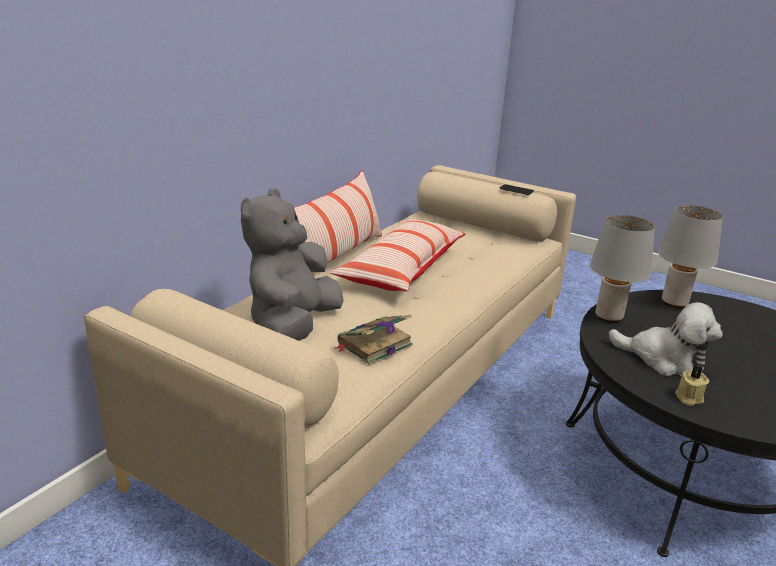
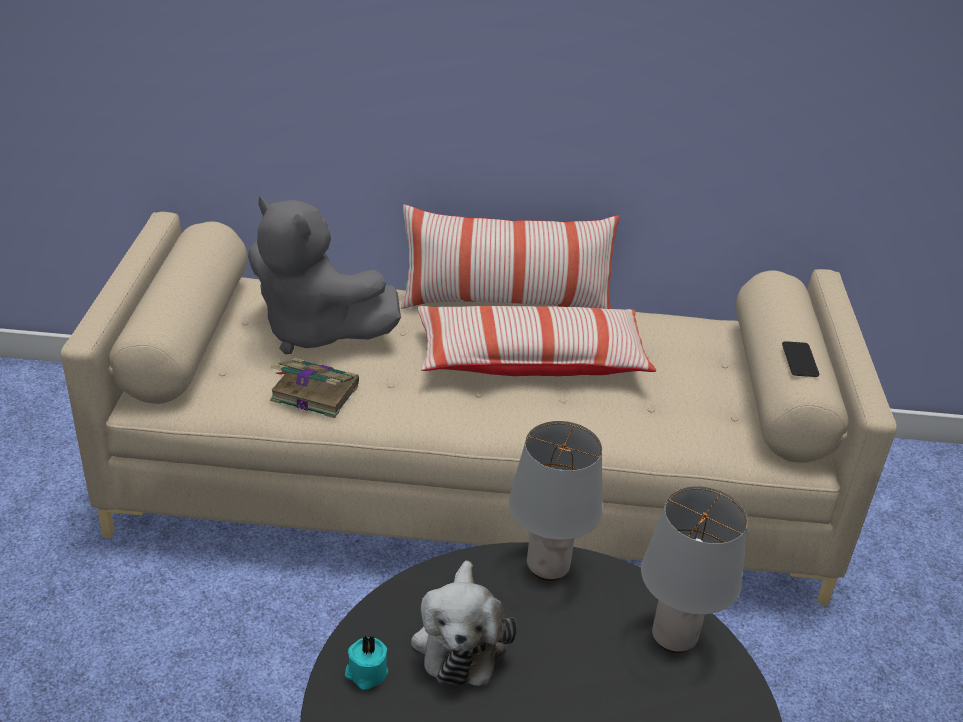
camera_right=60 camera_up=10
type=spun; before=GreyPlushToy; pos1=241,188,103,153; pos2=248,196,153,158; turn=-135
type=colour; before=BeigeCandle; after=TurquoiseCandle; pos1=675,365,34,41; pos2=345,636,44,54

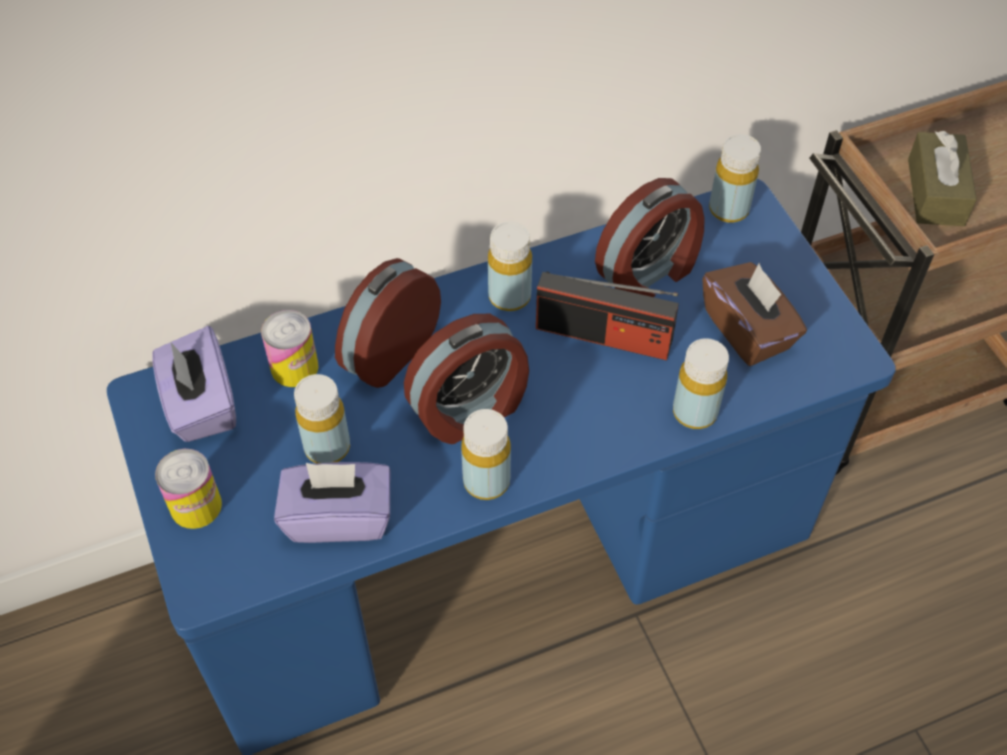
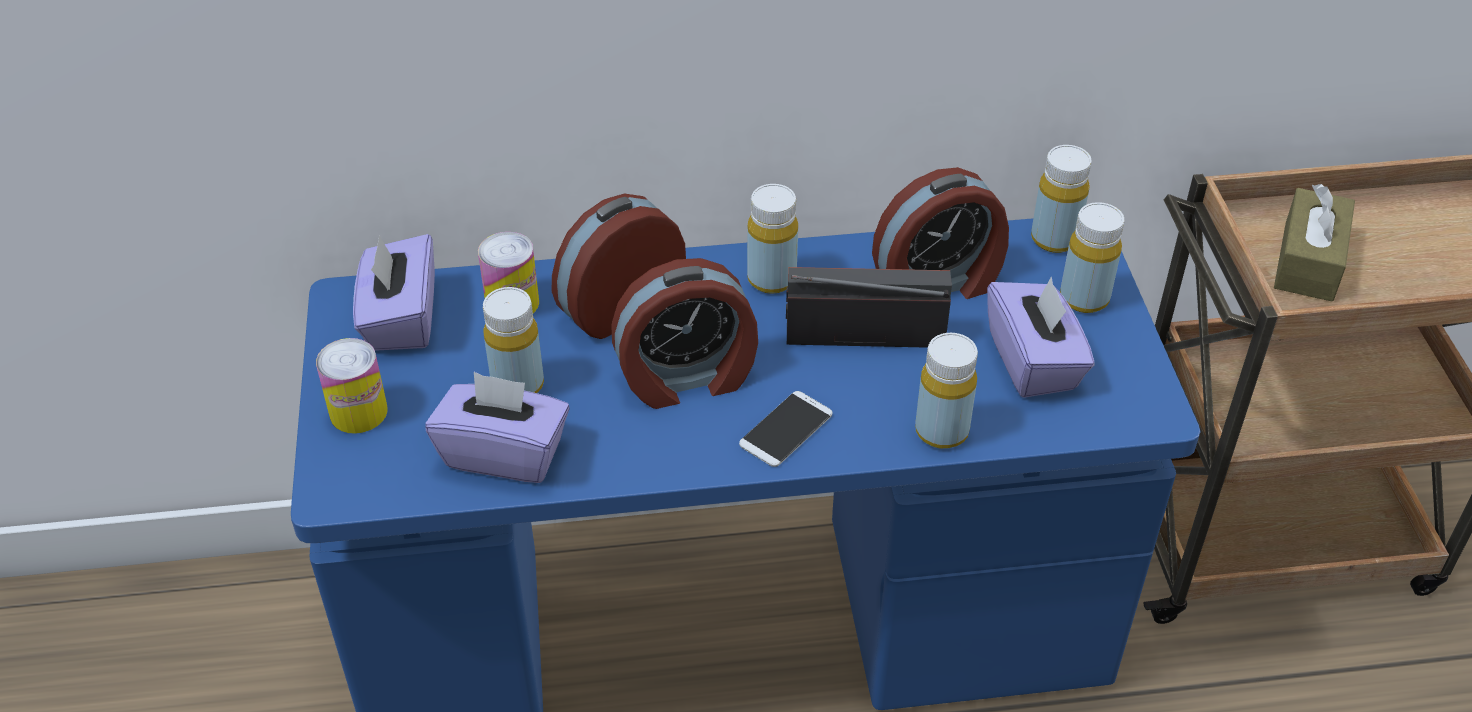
camera_right=15 camera_up=-10
type=appeared; after=Phone; pos2=739,391,93,76
type=spun; before=Radio; pos1=536,272,143,88; pos2=786,267,166,81; turn=150
type=colour; before=BrownTissueBox; after=PurpleTissueBox; pos1=702,262,105,104; pos2=987,276,108,122
type=relocated; before=YellowBottle; pos1=461,409,50,91; pos2=1060,202,65,111

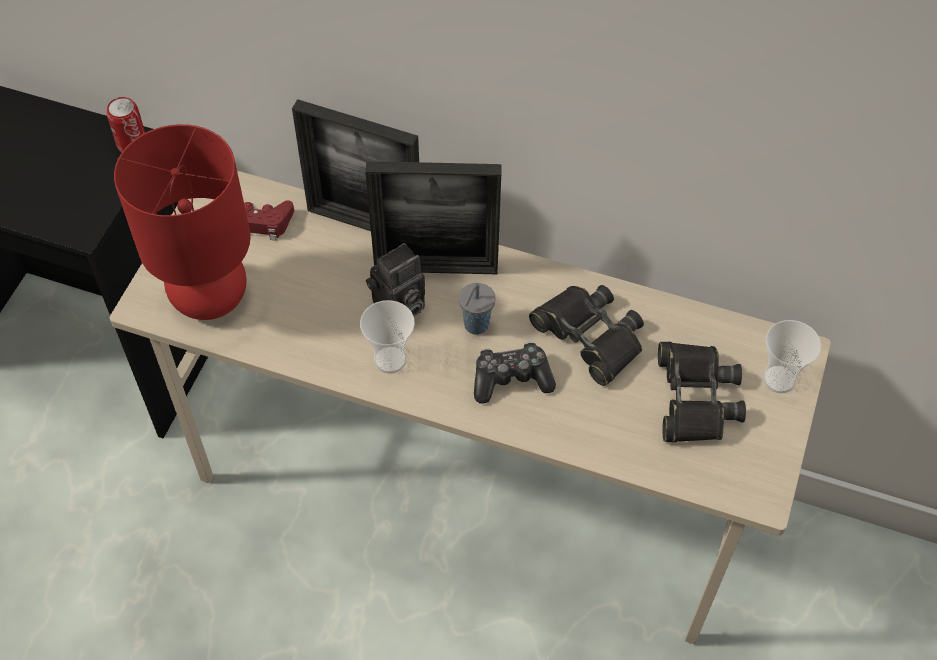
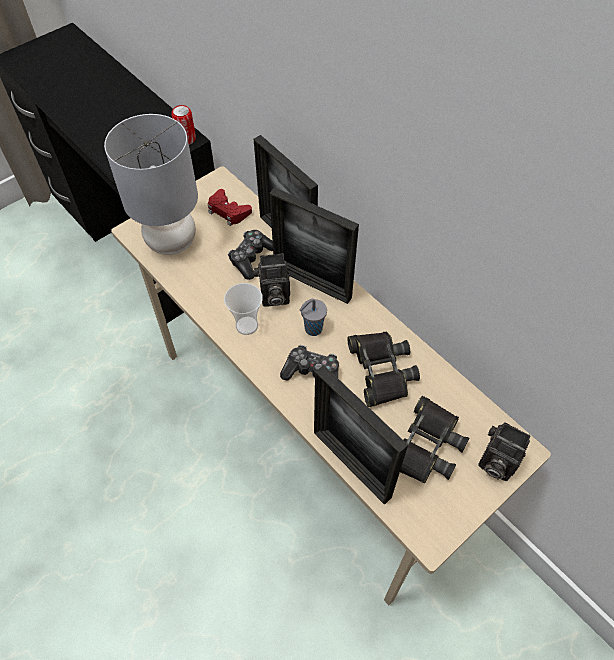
camera_right=30 camera_up=0
type=colour; before=RedTableLamp; after=GreyTableLamp; pos1=114,124,137,196; pos2=104,114,94,141
type=appeared; after=GameController; pos2=228,230,45,50
type=appeared; after=PictureFrame; pos2=314,365,94,140
type=exchanged; before=Cup; after=PhotoCamera; pos1=763,320,58,73; pos2=478,422,52,59

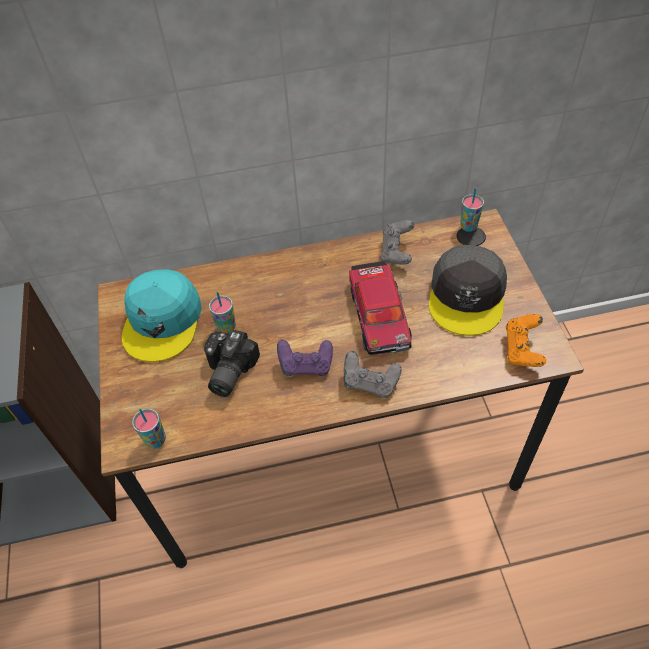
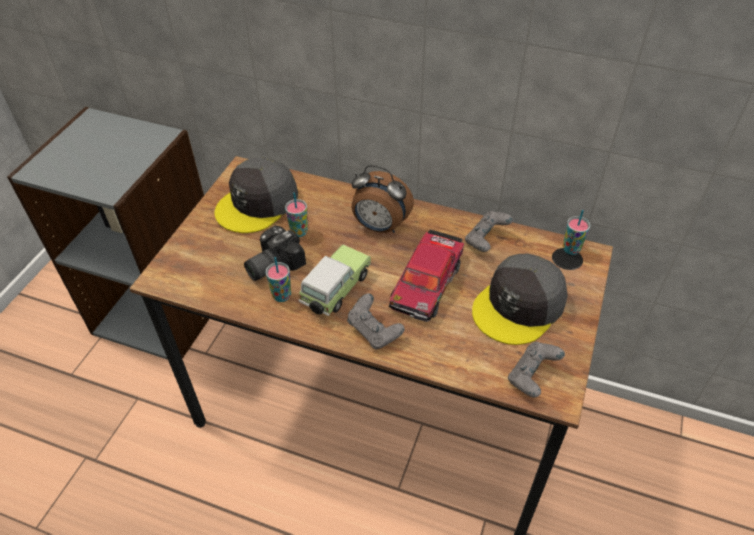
camera_right=30 camera_up=-5
type=colour; before=TurquoiseCap; after=GreyCap; pos1=122,269,80,93; pos2=215,158,83,75
type=relocated; before=Cup; pos1=132,408,34,41; pos2=266,257,25,45
type=exchanged; before=PurpleGameController; after=ToyCar; pos1=277,340,56,36; pos2=298,245,73,71
type=appeared; after=AlarmClock; pos2=351,165,63,68
type=colour; before=OrangeGameController; after=GreyGameController; pos1=506,314,40,53; pos2=508,342,57,56

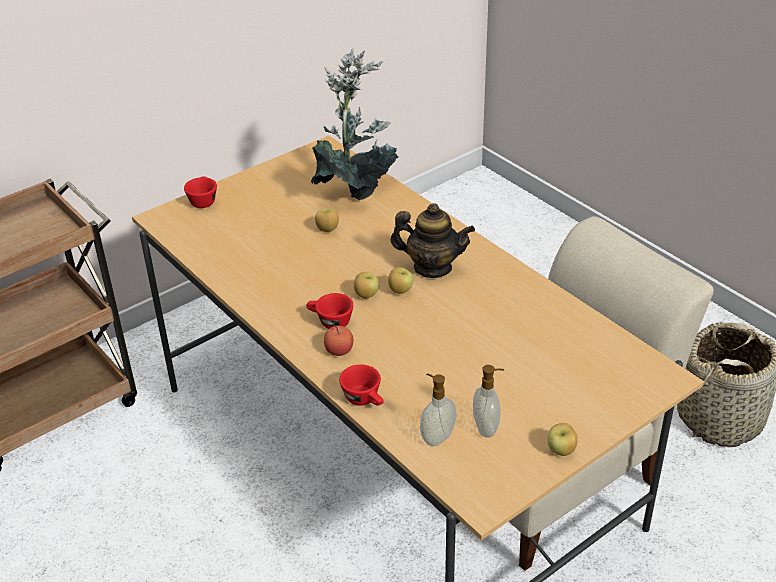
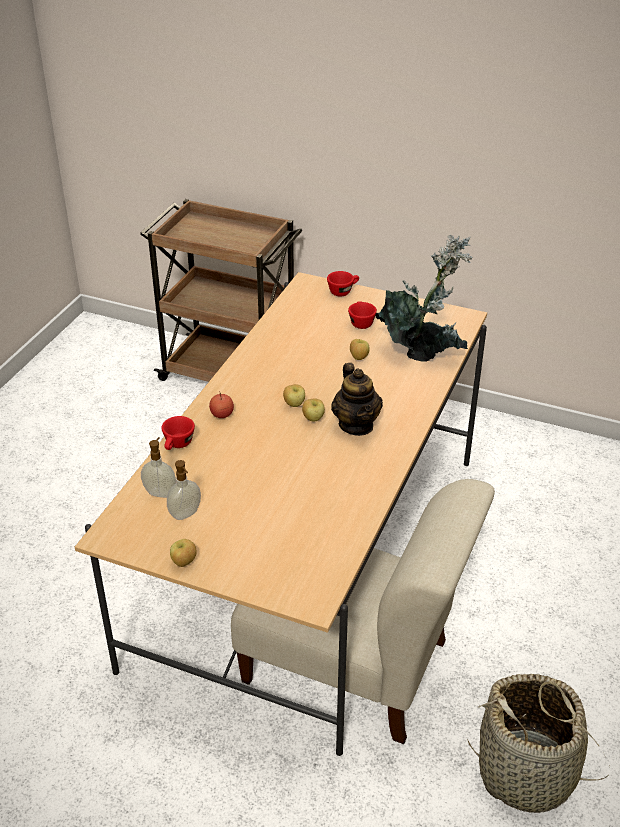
camera_right=60 camera_up=0
type=relocated; before=RedCup; pos1=306,293,47,36; pos2=348,301,29,28

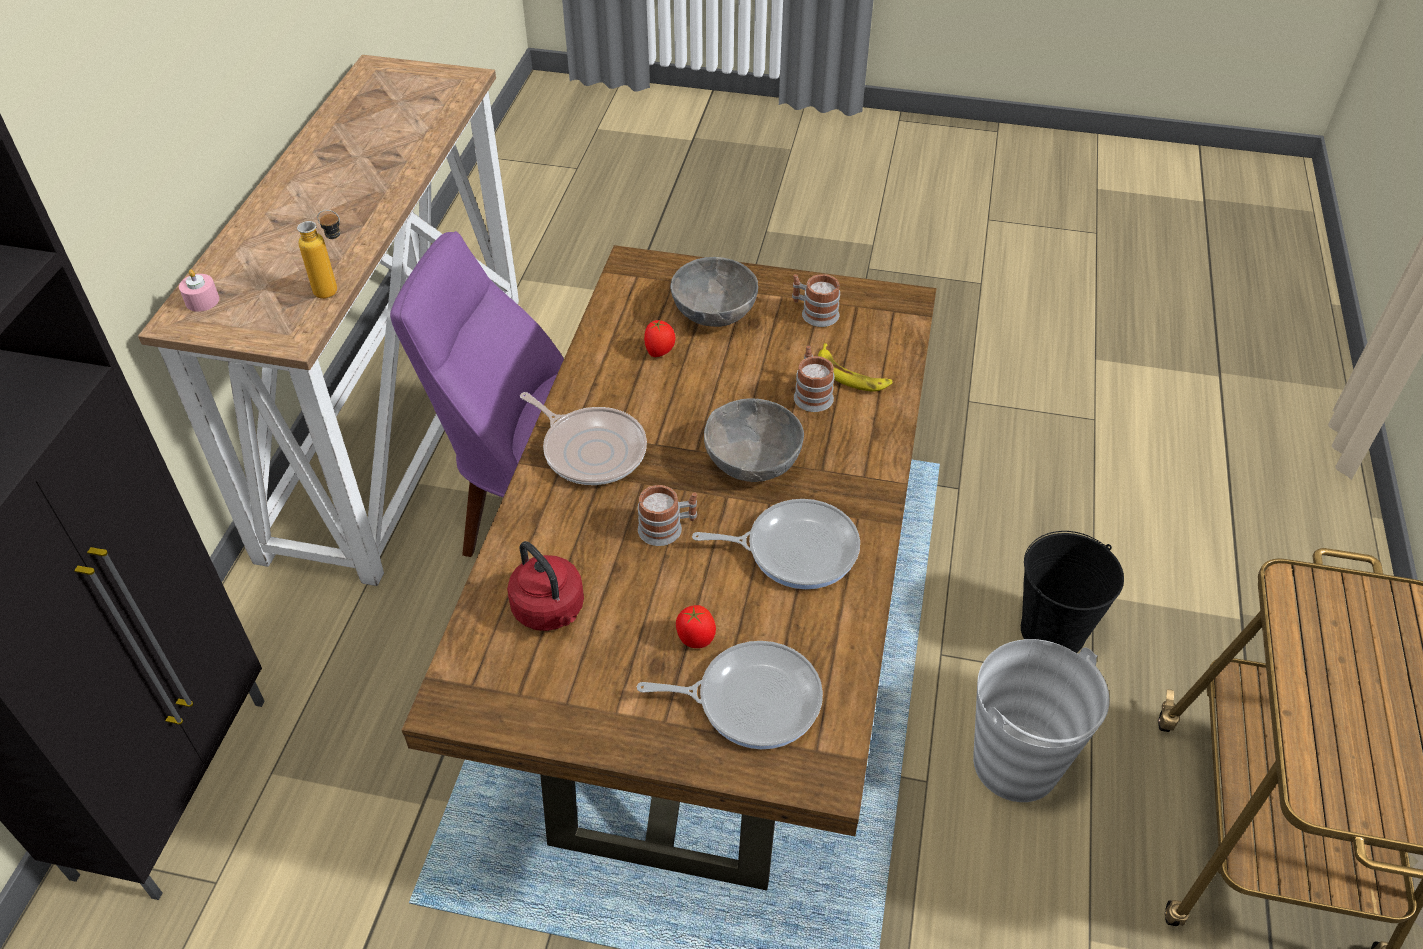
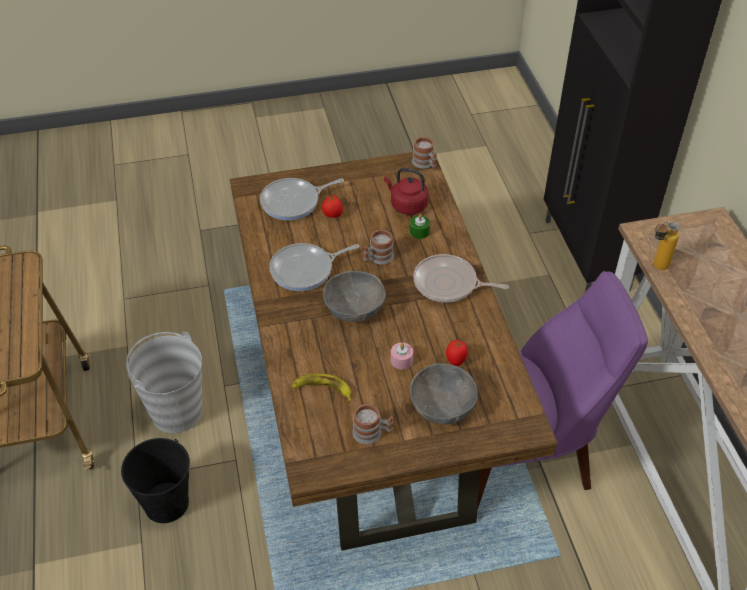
camera_right=155 camera_up=0
type=relocated; before=PinkCandle; pos1=179,269,40,43; pos2=391,343,22,26
type=appeared; after=GreenCandle; pos2=410,214,20,25
type=relocated; before=Mug; pos1=794,346,41,66; pos2=412,137,25,32

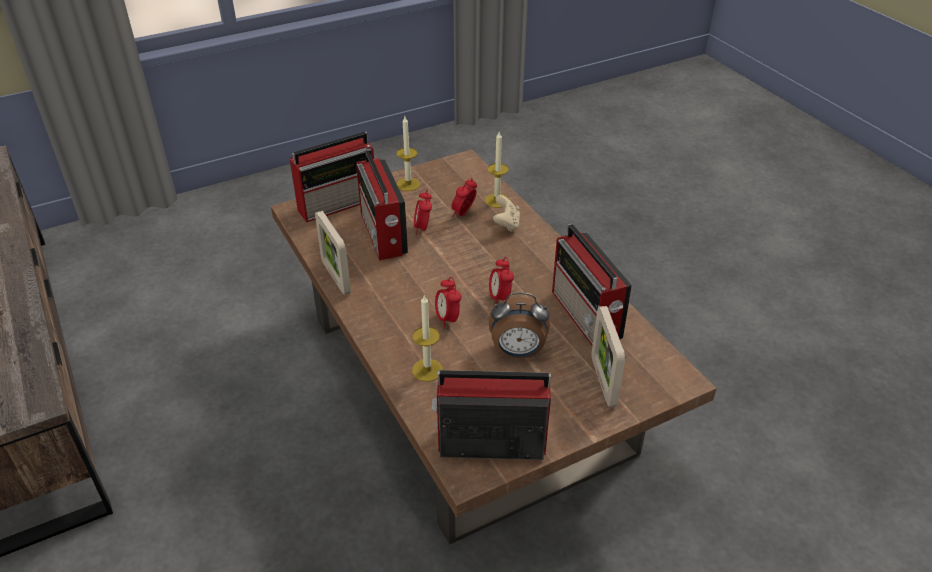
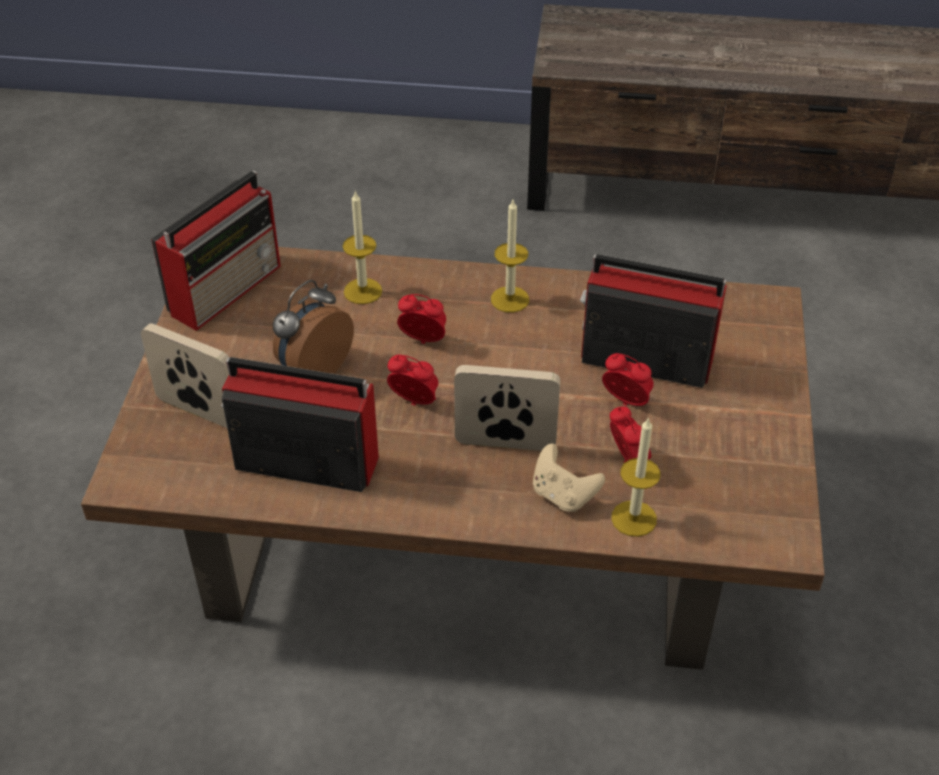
camera_right=125 camera_up=5
type=relocated; before=PictureFrame; pos1=315,211,36,84; pos2=454,365,107,86
type=relocated; before=Candle; pos1=396,117,24,74; pos2=491,200,38,113
type=missing; before=Radio; pos1=290,132,84,90

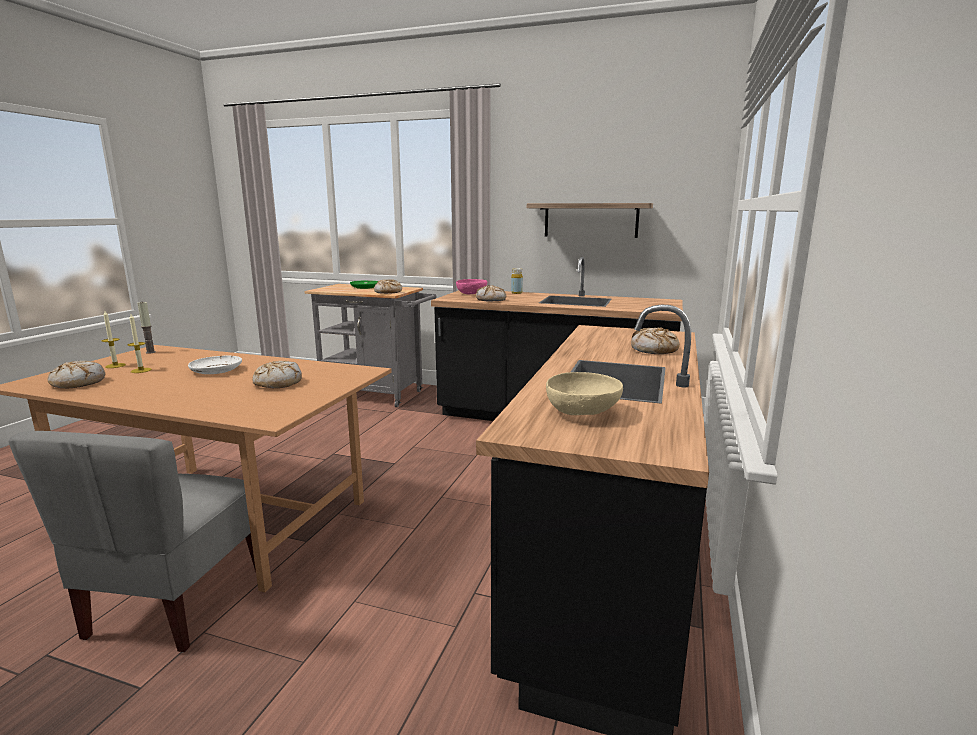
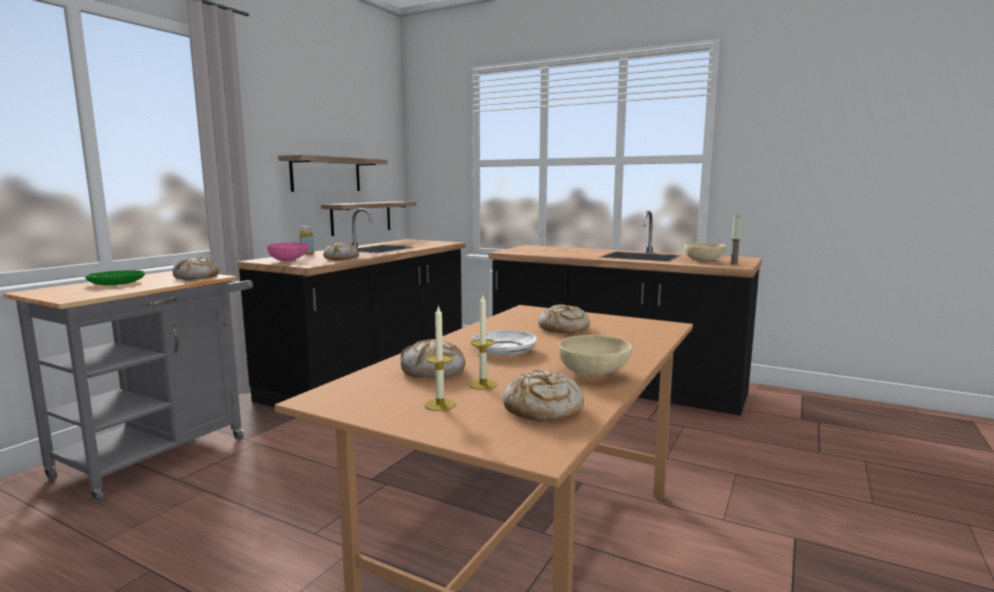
camera_right=-80 camera_up=-5
type=appeared; after=Shelf; pos2=321,201,95,35
type=relocated; before=Bread; pos1=631,327,49,27; pos2=400,339,65,39
type=appeared; after=BeigeBowl; pos2=558,335,74,41
type=relocated; before=Candle; pos1=137,302,19,52; pos2=730,216,12,49
type=missing; before=GreyChair; pos1=8,431,248,222

